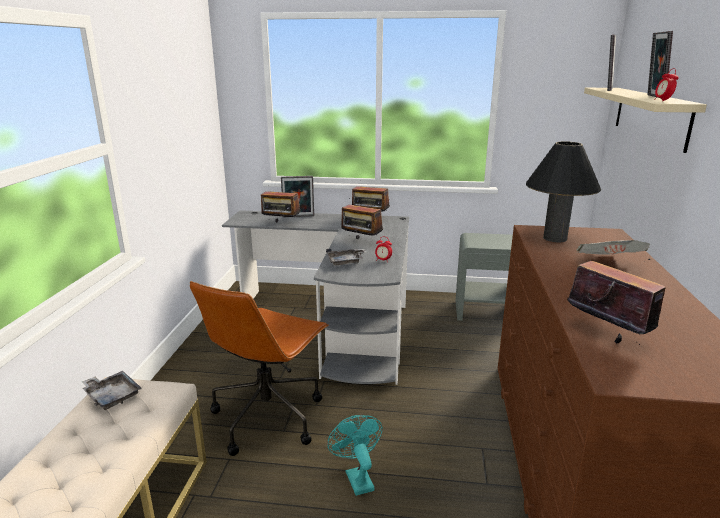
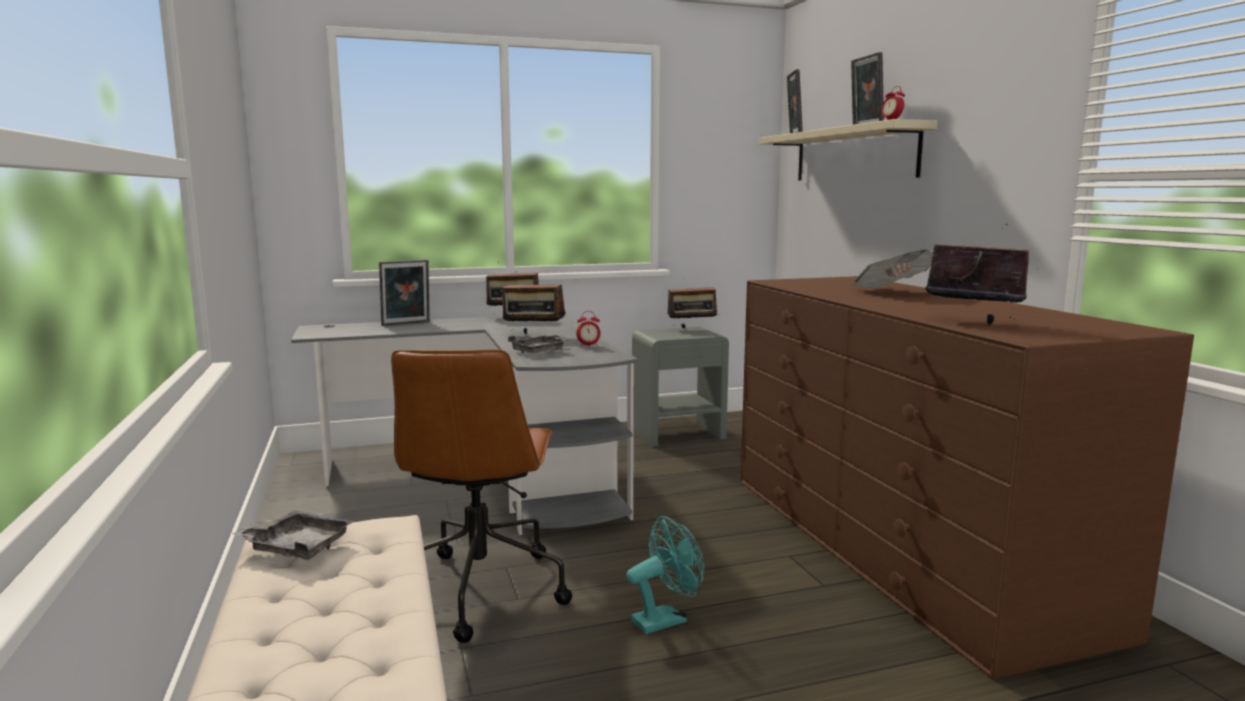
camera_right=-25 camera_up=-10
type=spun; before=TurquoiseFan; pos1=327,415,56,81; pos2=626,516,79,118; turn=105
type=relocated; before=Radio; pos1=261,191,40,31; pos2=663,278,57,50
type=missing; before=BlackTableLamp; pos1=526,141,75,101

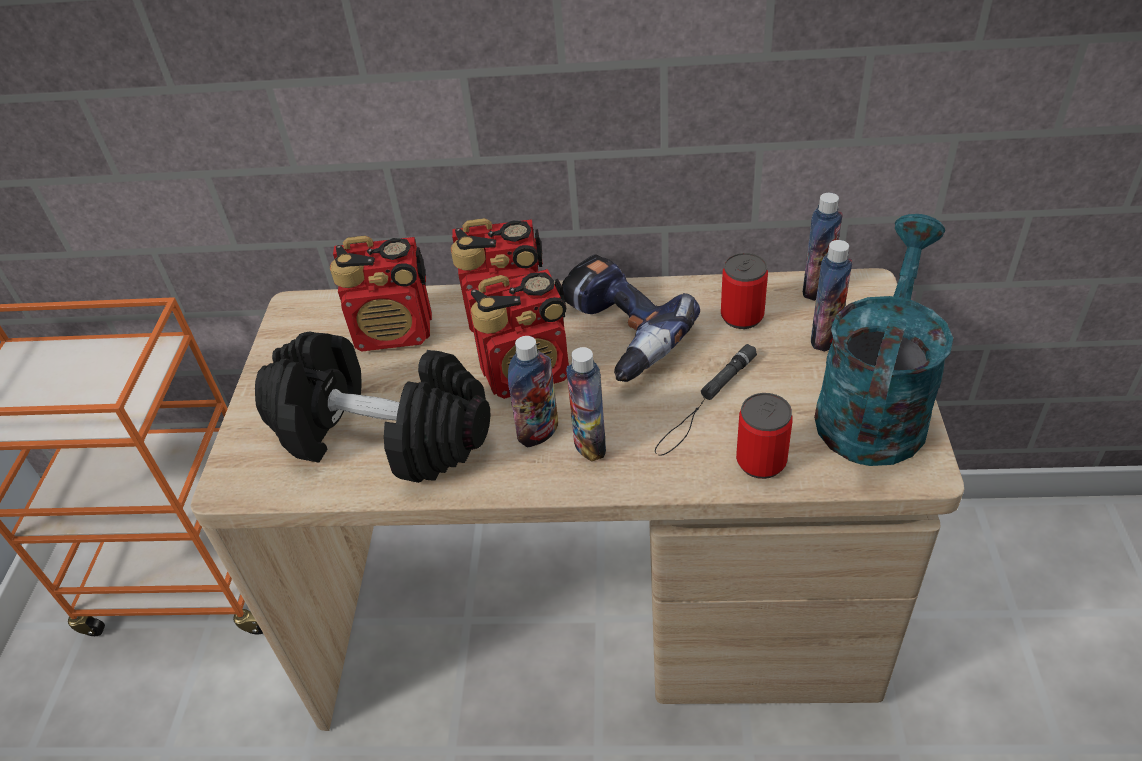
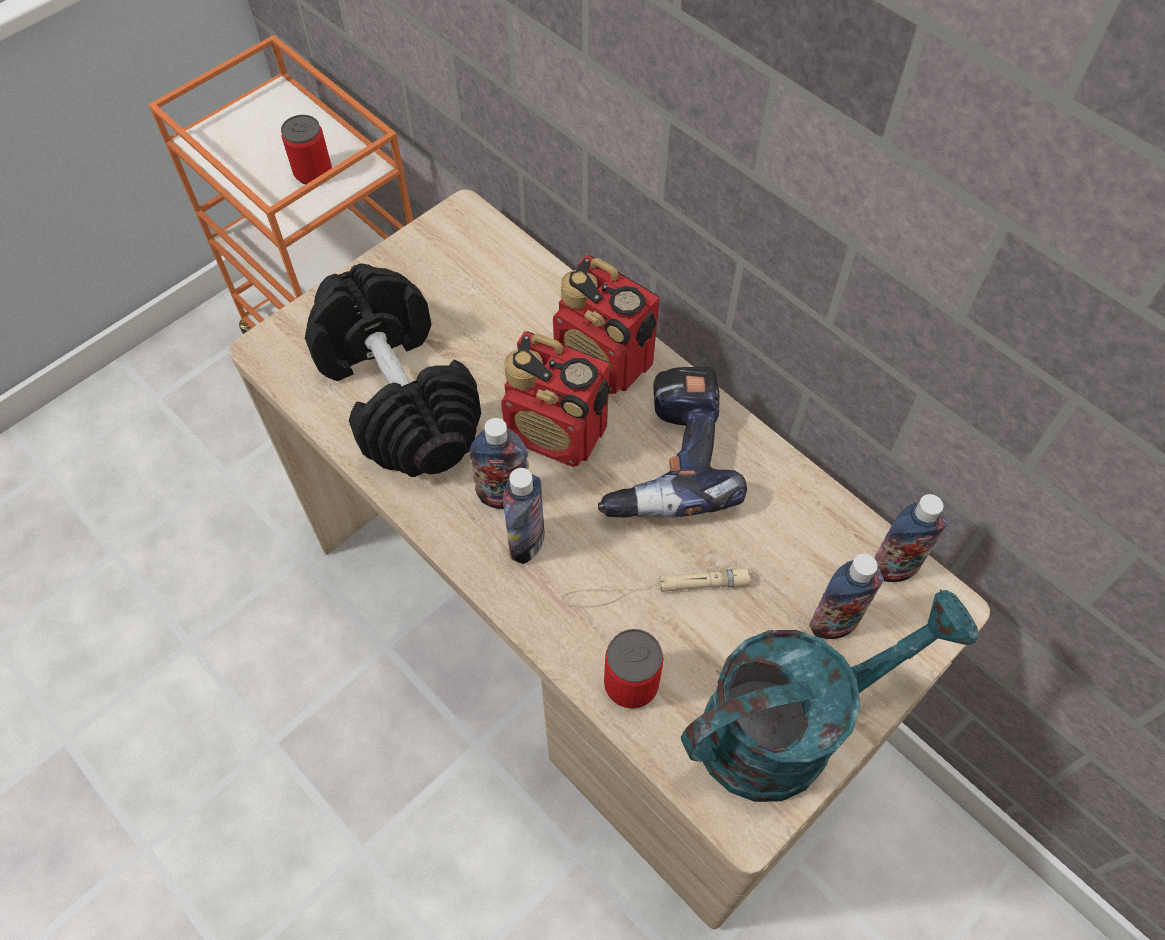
camera_right=40 camera_up=15
type=relocated; before=Can; pos1=721,253,47,76; pos2=281,115,51,70
type=colour; before=BlackFlashlight; after=BeigeFlashlight; pos1=655,344,102,112; pos2=562,568,189,40
type=missing; before=Radio; pos1=330,236,102,115

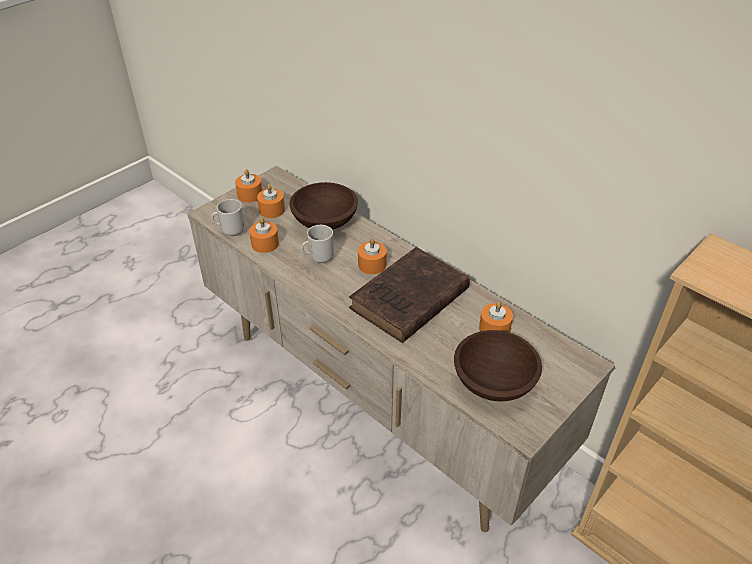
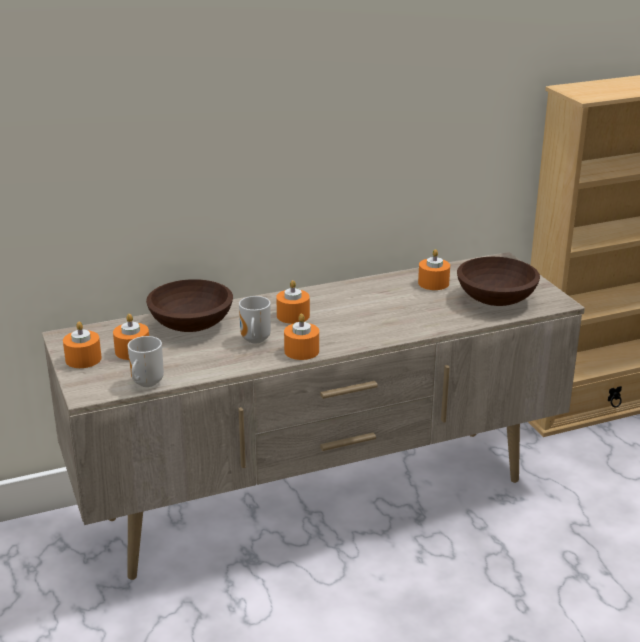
camera_right=-65 camera_up=-15
type=relocated; before=OrangeCandle; pos1=249,218,30,35; pos2=284,314,35,46
type=missing; before=BrownBook; pos1=349,247,121,96

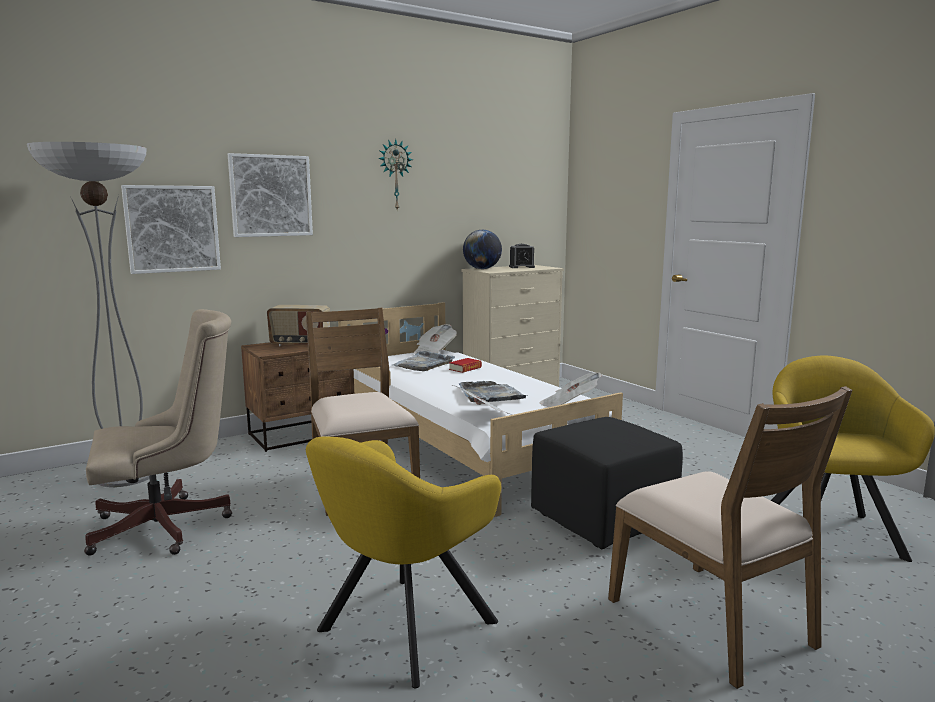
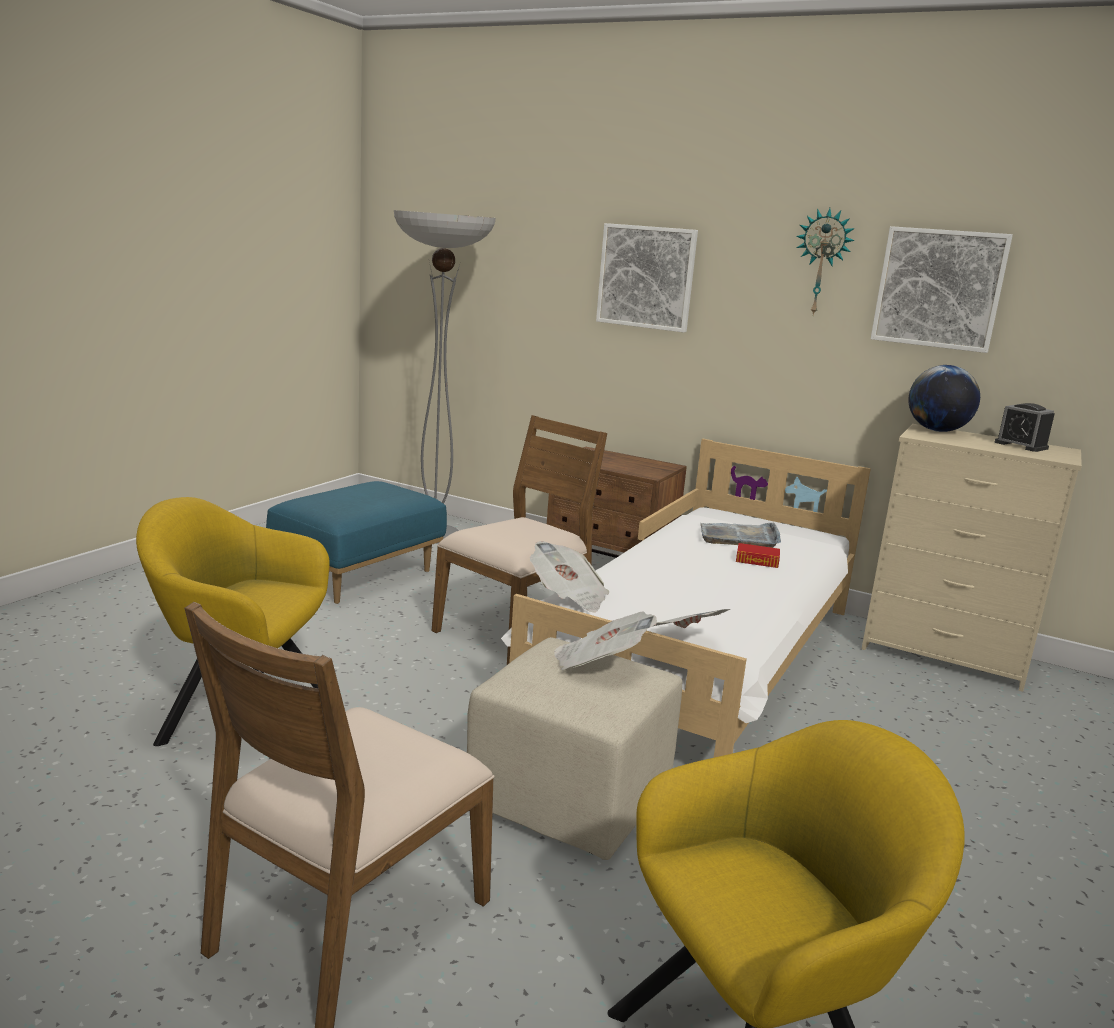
camera_right=60 camera_up=5
type=exchanged; before=BeigeOfficeChair; after=BlueOttoman; pos1=84,309,148,247; pos2=266,481,181,123
type=colour; before=BlackOttoman; after=BeigeOttoman; pos1=531,417,152,133; pos2=467,637,215,223
type=relocated; before=Newspaper; pos1=414,324,43,30; pos2=554,611,103,59
type=relocated; before=Picture; pos1=121,185,100,89; pos2=871,226,142,127
type=missing; before=Radio; pos1=267,305,63,41
type=missing; before=GreyTray; pos1=459,381,70,21

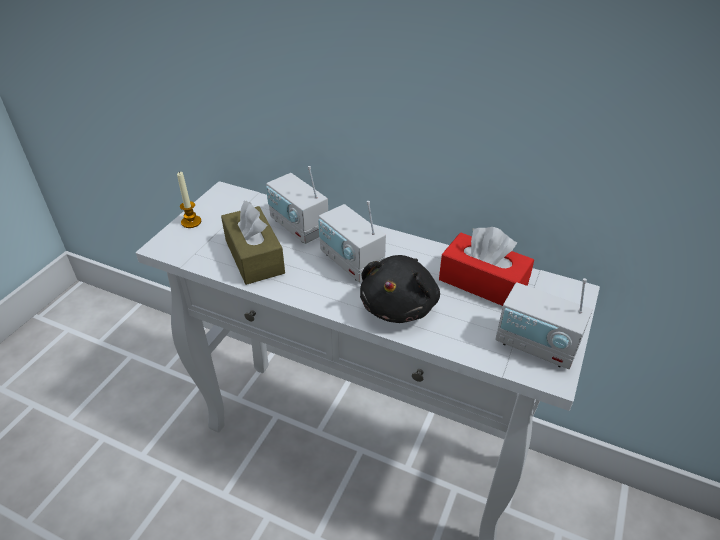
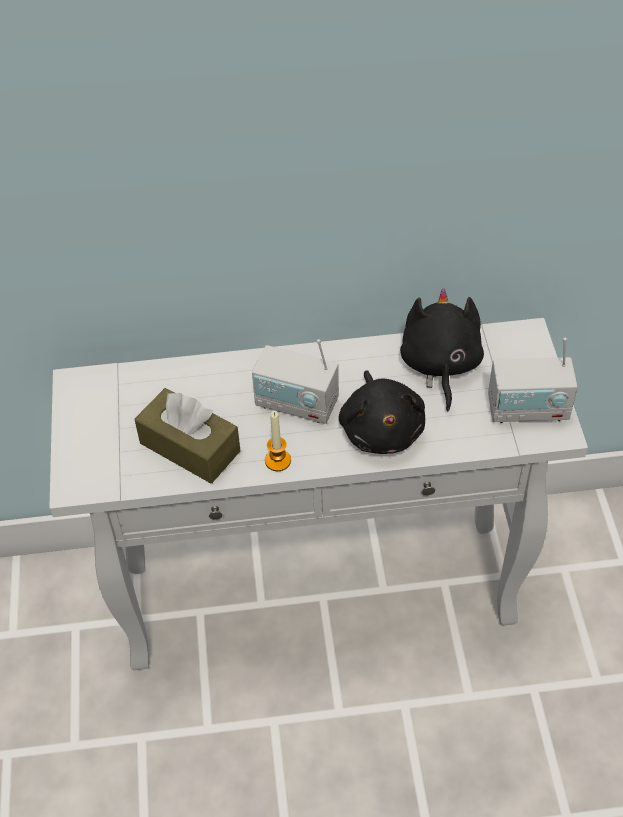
camera_right=-30 camera_up=10
type=relocated; before=Candle; pos1=177,171,24,57; pos2=265,411,26,60
type=exchanged; before=RedTissueBox; after=BlackPlushToy; pos1=439,227,95,79; pos2=400,288,84,123
type=missing; before=Radio; pos1=266,166,62,78

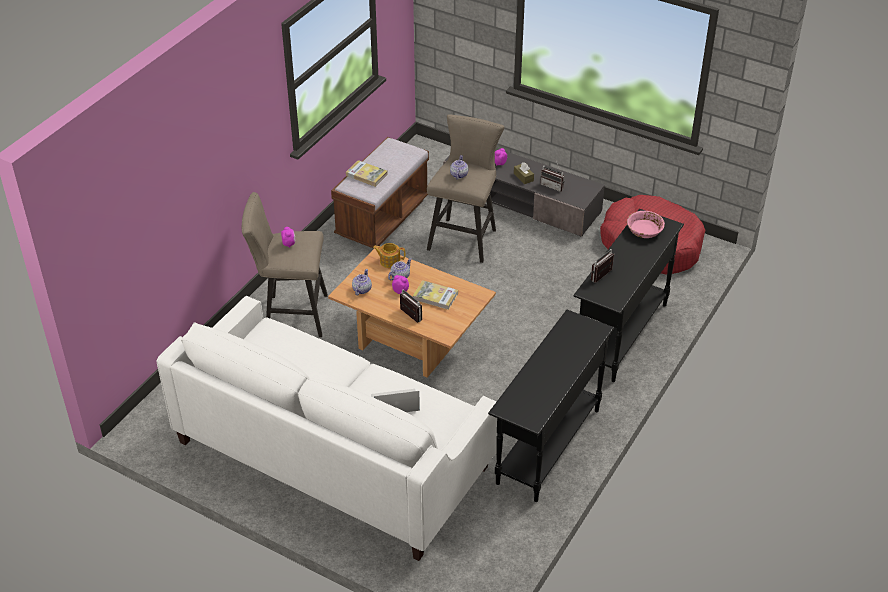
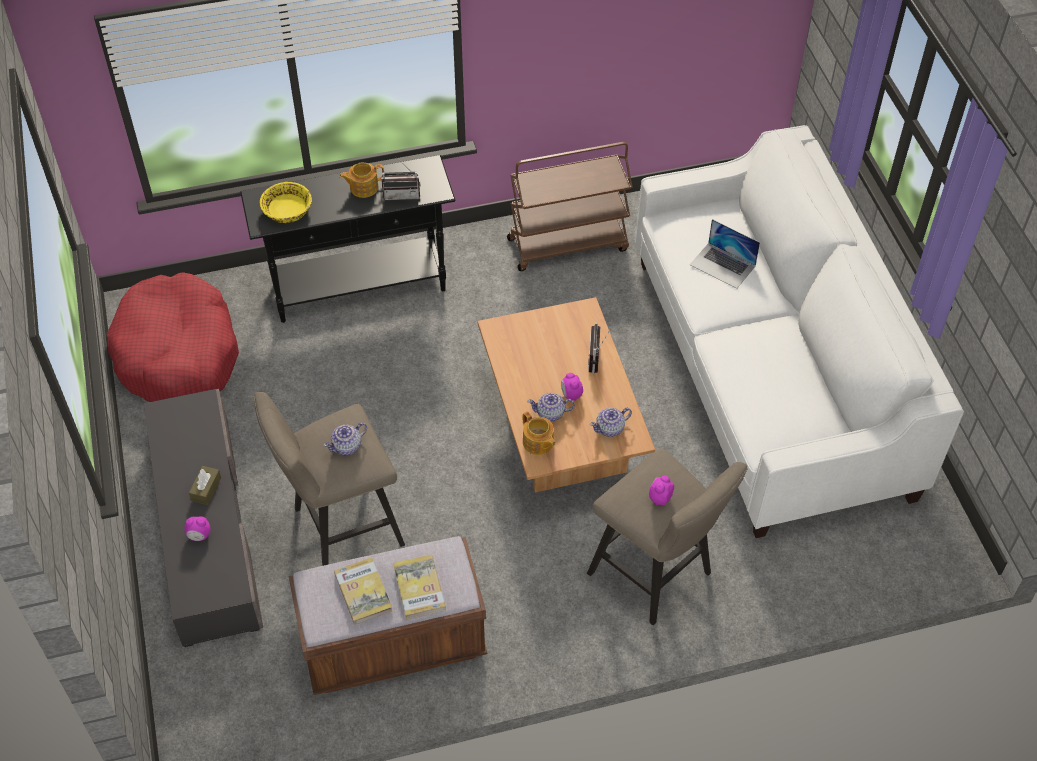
camera_right=-135 camera_up=10
type=colour; before=PinkBowl; after=YellowBowl; pos1=627,211,38,27; pos2=260,182,52,41
type=relocated; before=Book; pos1=413,280,45,30; pos2=334,557,59,68
type=appeared; after=Teapot; pos2=339,163,45,35
type=exchanged; before=BlackConsoleTable; after=BrownCart; pos1=488,310,126,192; pos2=507,142,126,129
type=missing; before=Radio; pos1=540,161,24,31

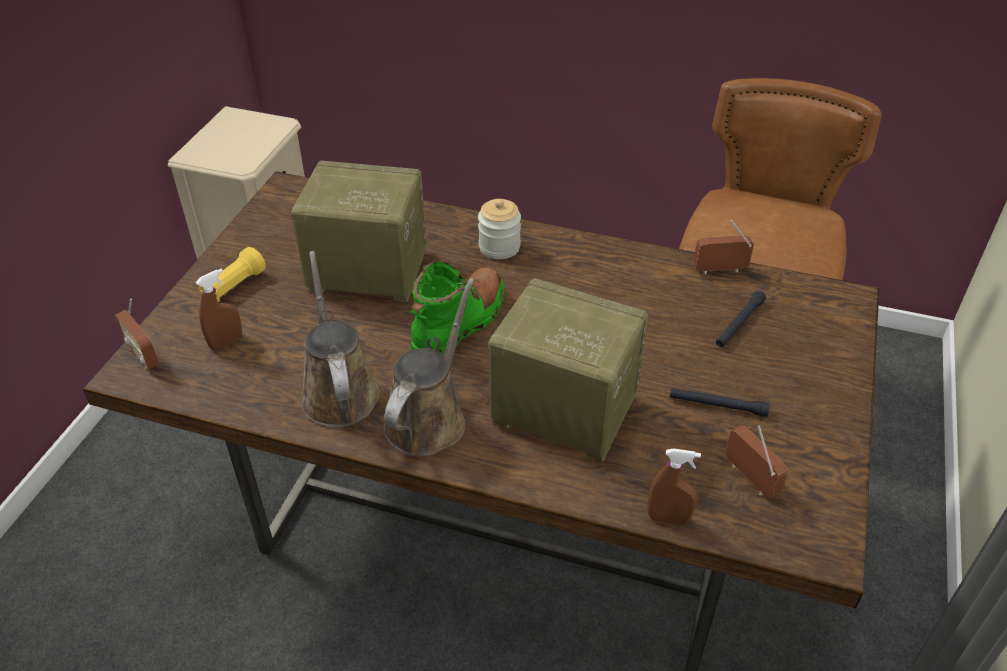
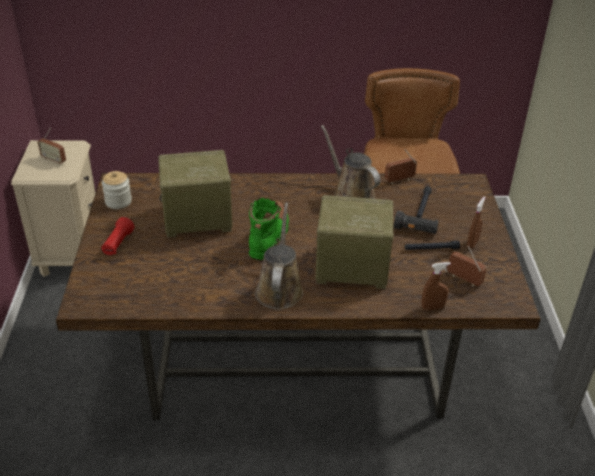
camera_right=-20 camera_up=-5
type=relocated; before=Radio; pos1=114,298,45,72; pos2=38,127,28,38
type=colour; before=YellowFlashlight; after=RedFlashlight; pos1=199,247,67,55; pos2=101,217,33,38
type=relocated; before=Jar; pos1=478,199,43,60; pos2=102,171,30,38
type=relocated; before=BrownWateringCan; pos1=300,251,80,176; pos2=321,125,59,75
type=appeared; after=BlackFlashlight; pos2=394,211,44,23
type=relocated; before=BrownSprayBottle; pos1=196,269,46,81; pos2=467,197,19,52

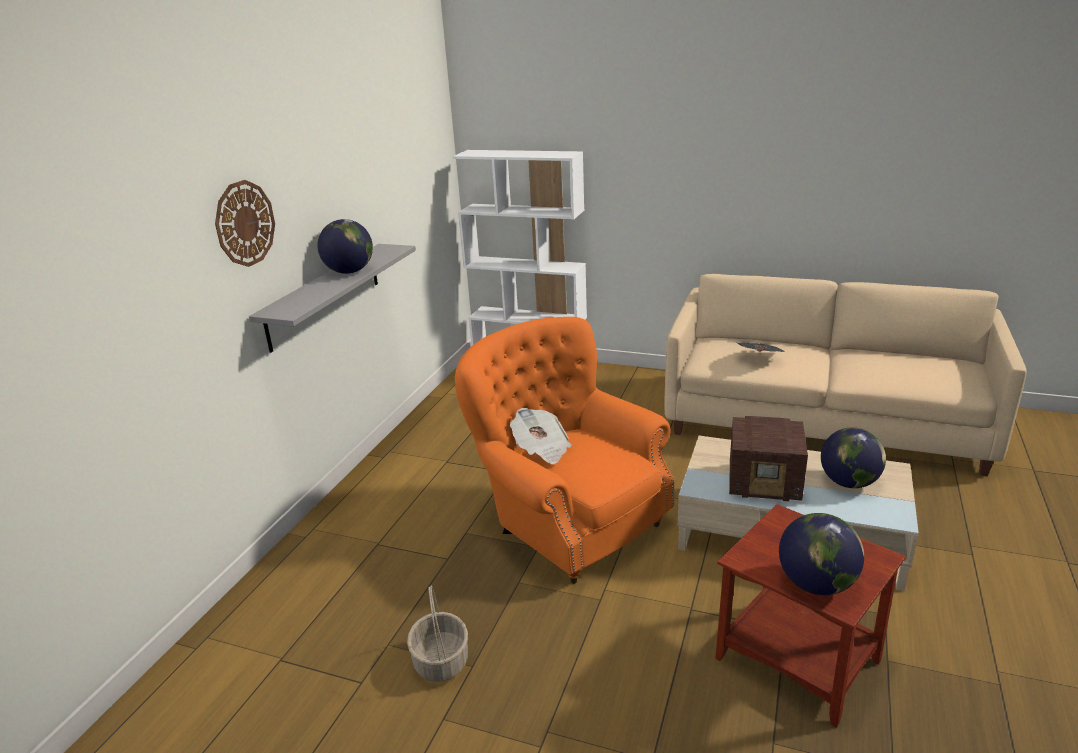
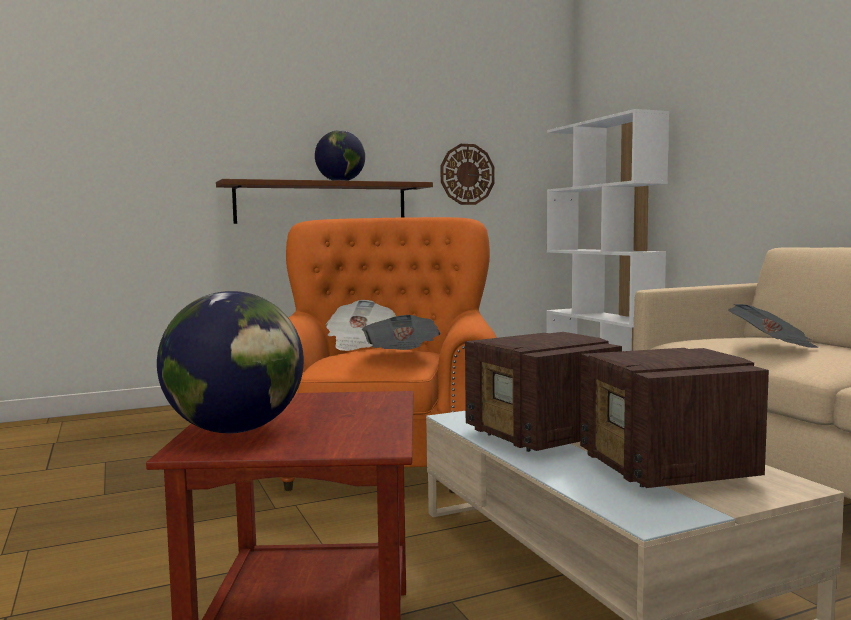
camera_right=45 camera_up=-20
type=colour; before=GreyShelf; after=BrownShelf; pos1=249,244,167,109; pos2=216,179,217,45
type=appeared; after=Newspaper; pos2=362,315,79,35
type=relocated; before=WallClock; pos1=215,180,60,87; pos2=440,144,55,61
type=exchanged; before=Globe; after=Radio; pos1=821,428,65,60; pos2=580,348,189,140
type=missing; before=Basket; pos1=407,586,61,96

